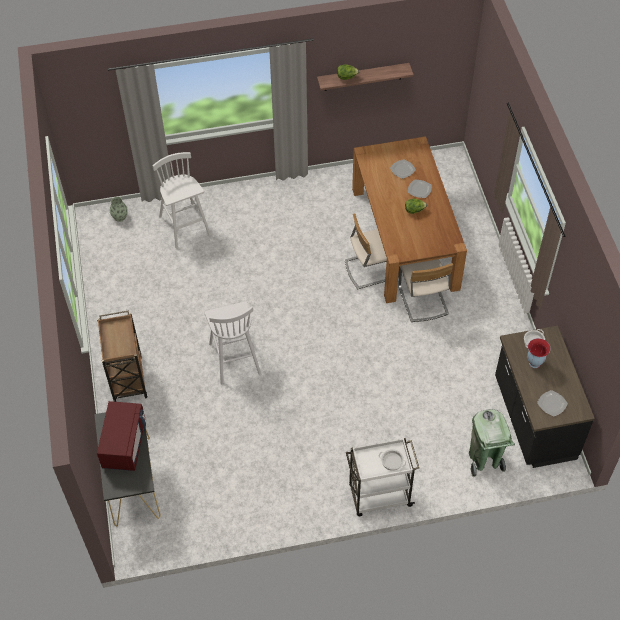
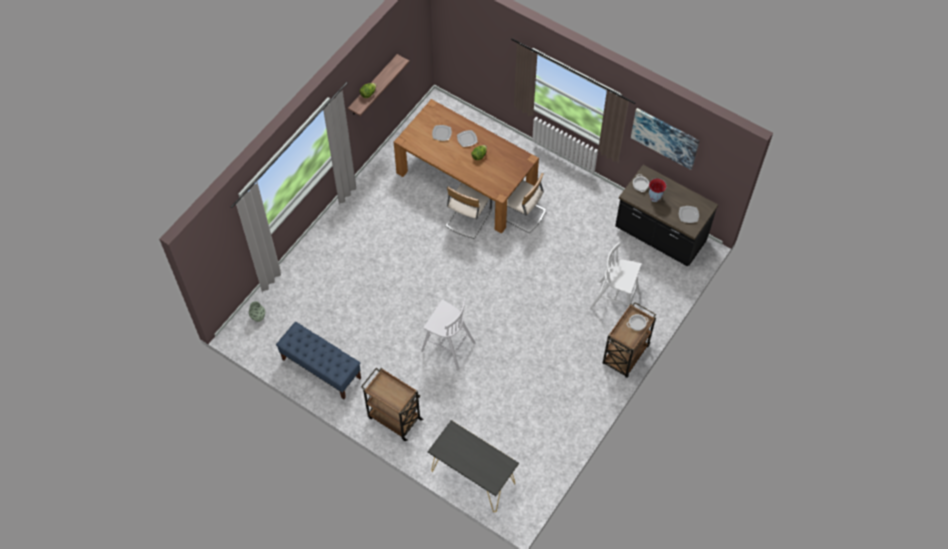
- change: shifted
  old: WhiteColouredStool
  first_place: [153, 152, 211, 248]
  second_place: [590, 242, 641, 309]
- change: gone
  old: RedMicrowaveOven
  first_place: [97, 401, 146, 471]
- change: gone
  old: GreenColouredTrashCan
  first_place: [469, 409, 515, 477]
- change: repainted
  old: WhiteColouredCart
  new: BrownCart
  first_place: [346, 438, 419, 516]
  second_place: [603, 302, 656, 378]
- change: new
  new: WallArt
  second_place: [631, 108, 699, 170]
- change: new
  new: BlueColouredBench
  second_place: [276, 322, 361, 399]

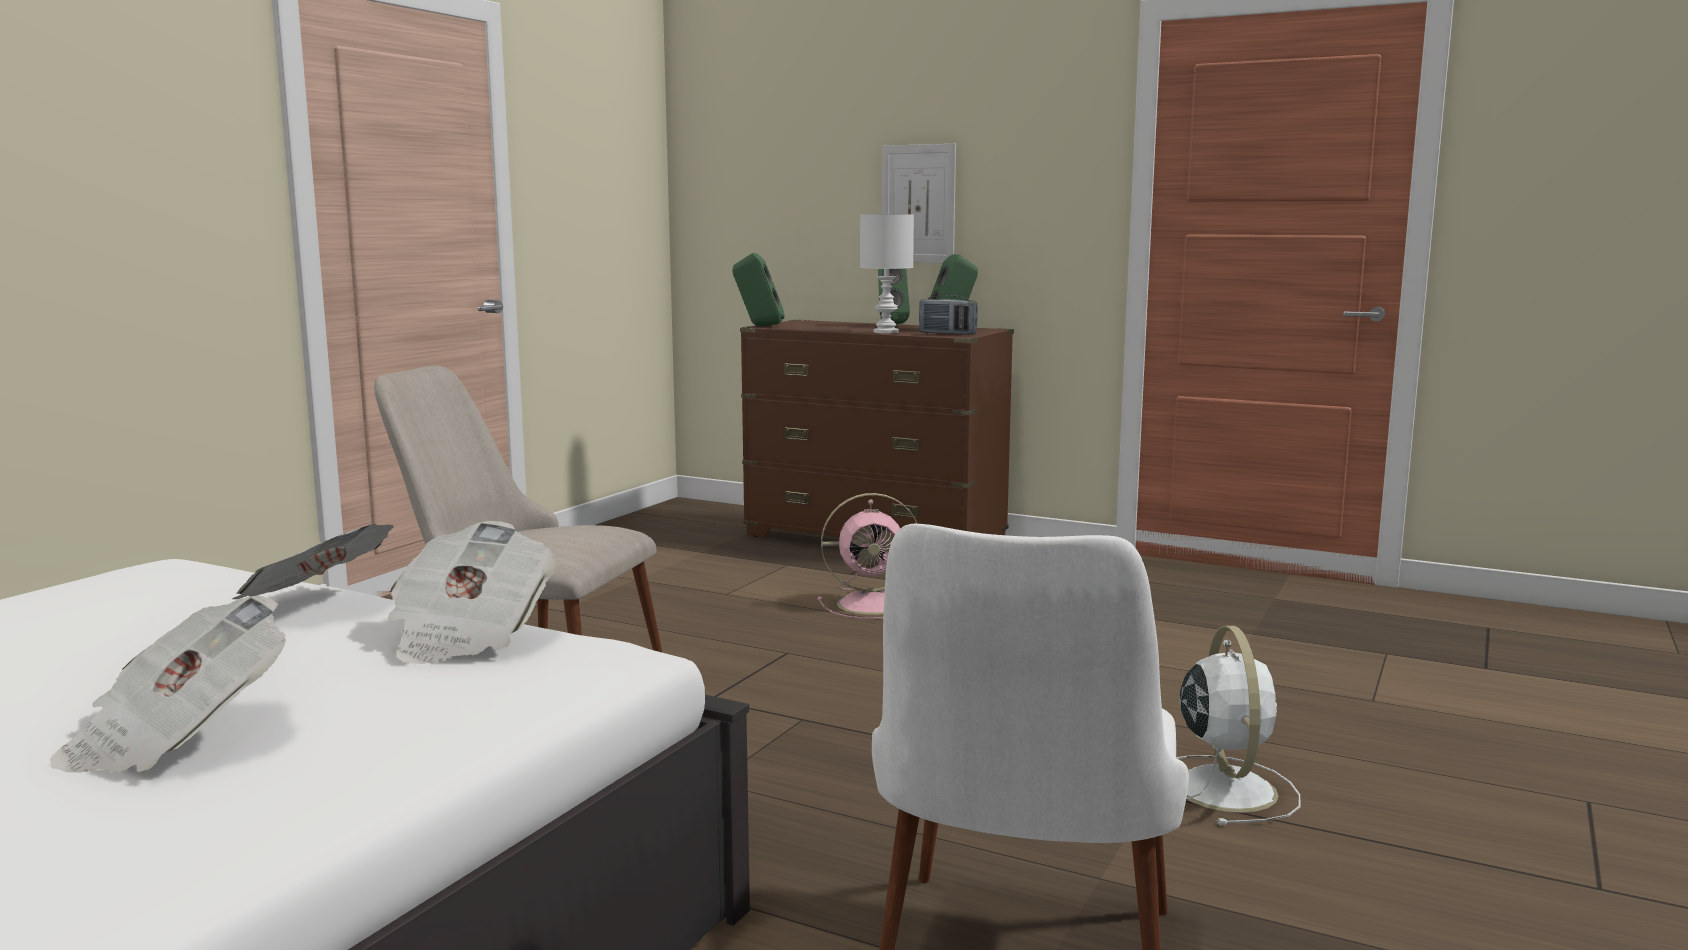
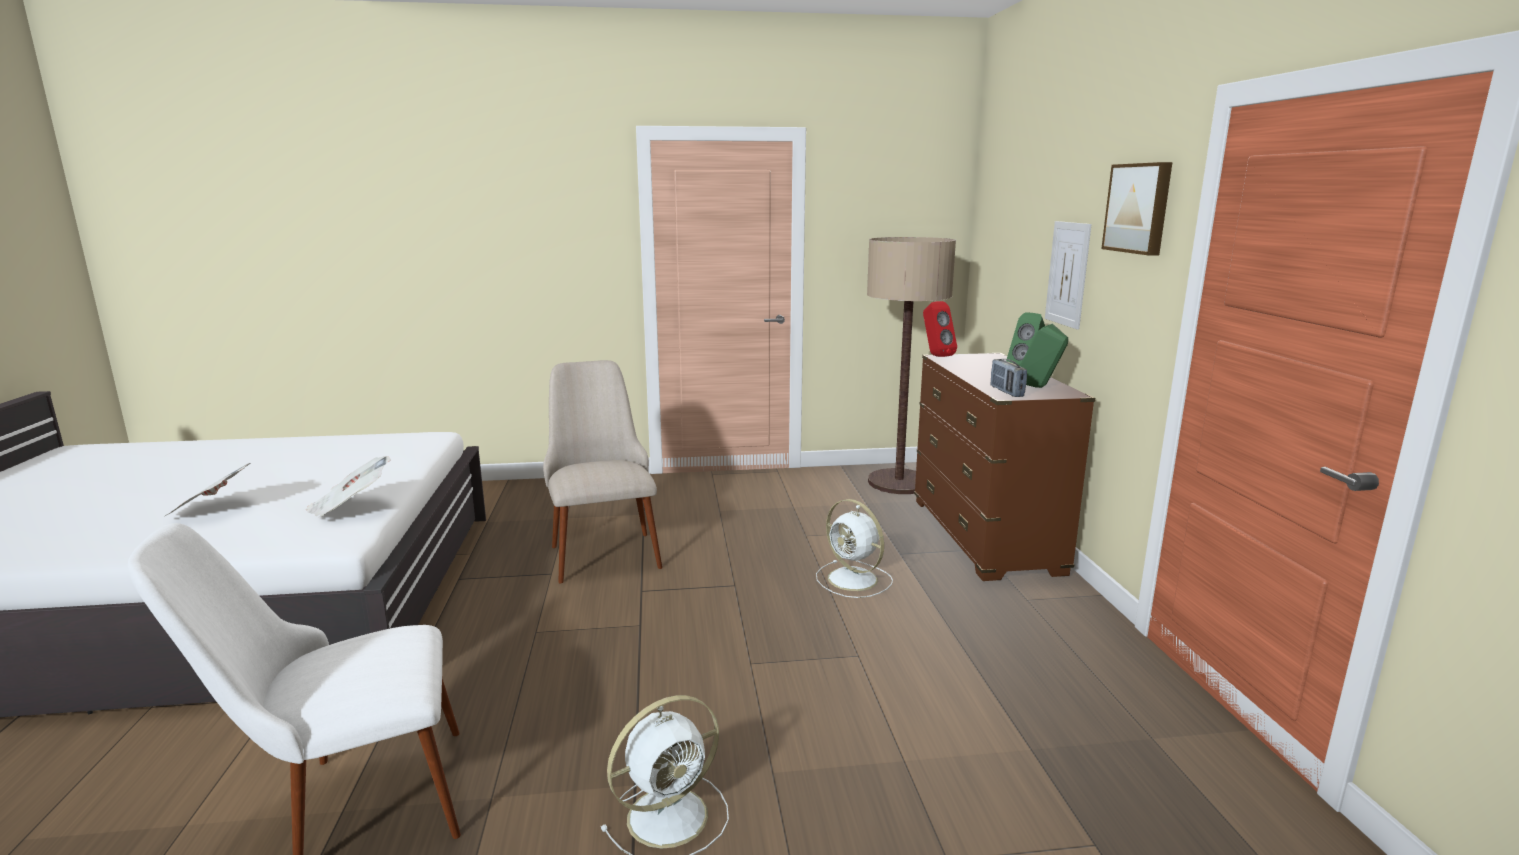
- change: gone
  old: WhiteColouredTabletopLamp
  first_place: [860, 214, 914, 333]
- change: repainted
  old: GreenColouredSpeaker
  new: RedSpeaker
  first_place: [733, 253, 784, 327]
  second_place: [923, 301, 957, 357]
- change: repainted
  old: PinkElectricFan
  new: WhiteColouredElectricFan
  first_place: [818, 493, 918, 619]
  second_place: [816, 499, 893, 598]
- change: gone
  old: Newspaper
  first_place: [232, 524, 394, 599]
- change: new
  new: WallArt
  second_place: [1101, 162, 1172, 256]
- change: new
  new: FloorLamp
  second_place: [867, 237, 956, 494]

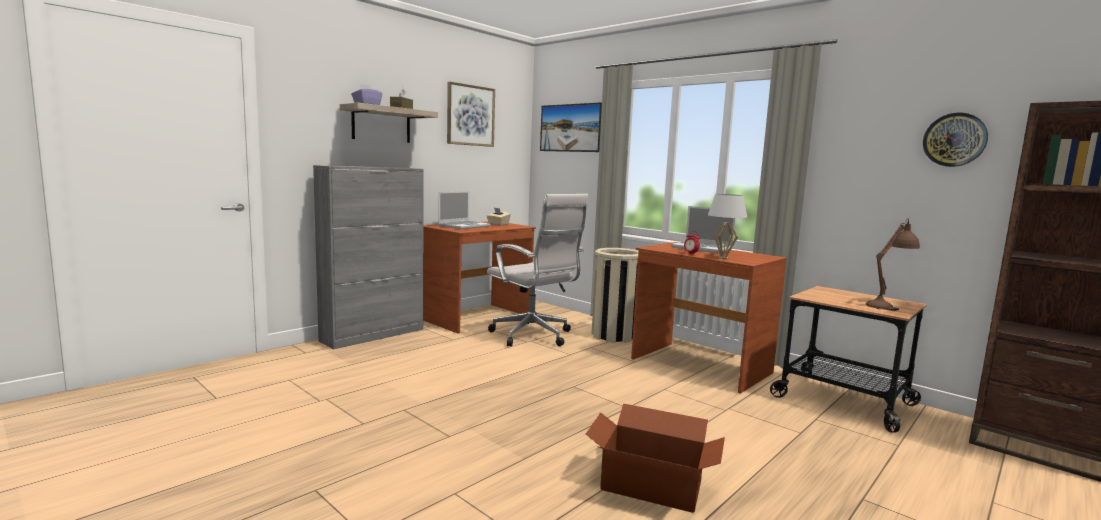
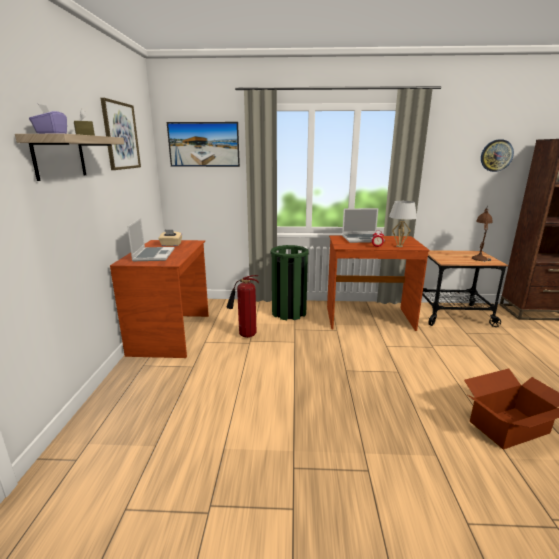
- change: gone
  old: GreyCabinet
  first_place: [313, 165, 424, 349]
- change: swapped
  old: WhiteColouredDeskChair
  new: FireFightingCylinder
  first_place: [487, 194, 589, 347]
  second_place: [226, 275, 259, 338]
- change: repainted
  old: BeigeColouredTrashCan
  new: GreenColouredTrashCan
  first_place: [592, 248, 639, 343]
  second_place: [270, 245, 308, 320]

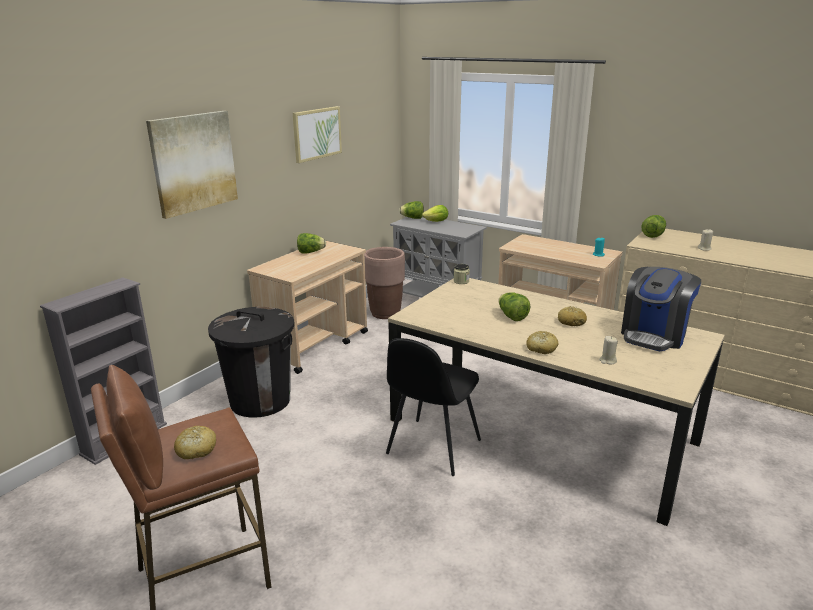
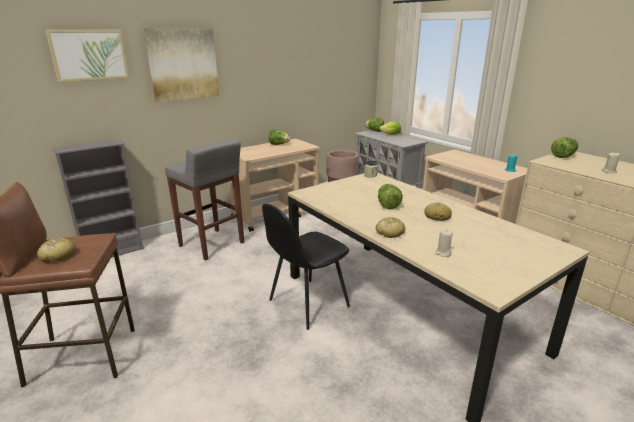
- change: shifted
  old: WallArt
  first_place: [293, 106, 342, 163]
  second_place: [45, 30, 129, 82]
- change: gone
  old: CoffeeMachine
  first_place: [621, 267, 701, 351]
- change: swapped
  old: BlackColouredTrashCan
  new: GreyStool
  first_place: [208, 307, 294, 418]
  second_place: [165, 139, 244, 260]

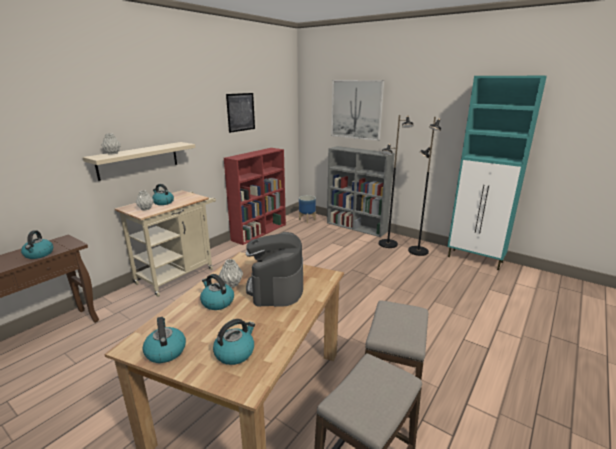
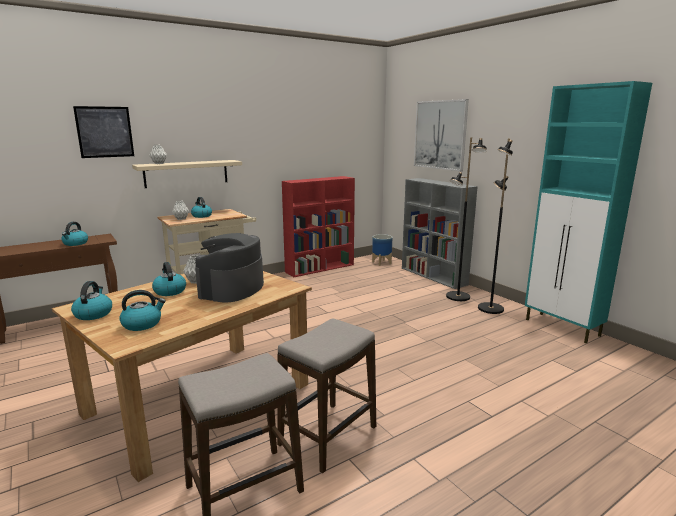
- change: shifted
  old: WallArt
  first_place: [226, 93, 255, 133]
  second_place: [73, 106, 134, 158]

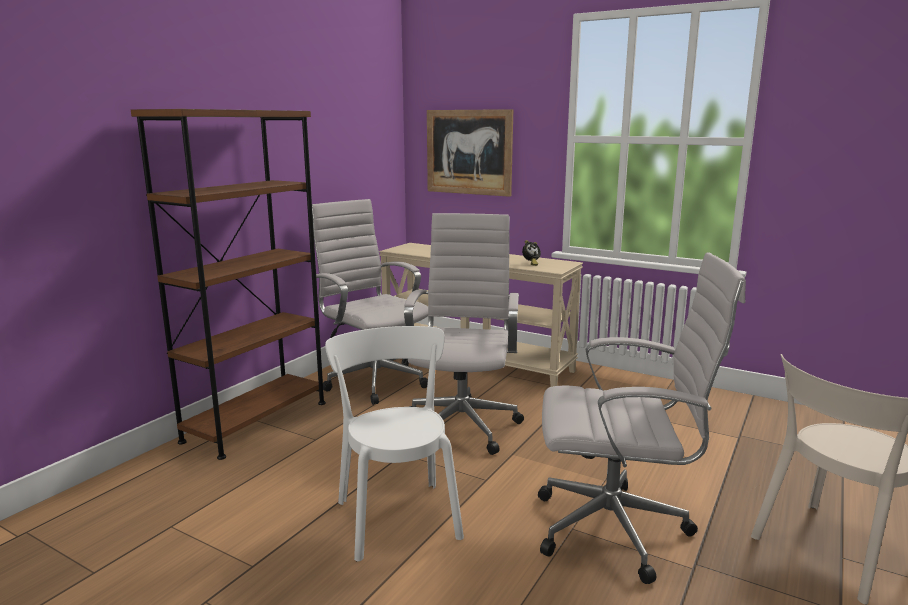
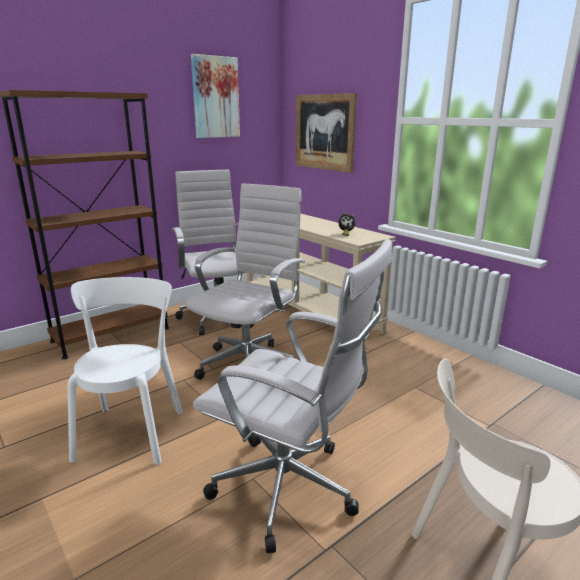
- change: new
  new: WallArt
  second_place: [191, 54, 240, 138]

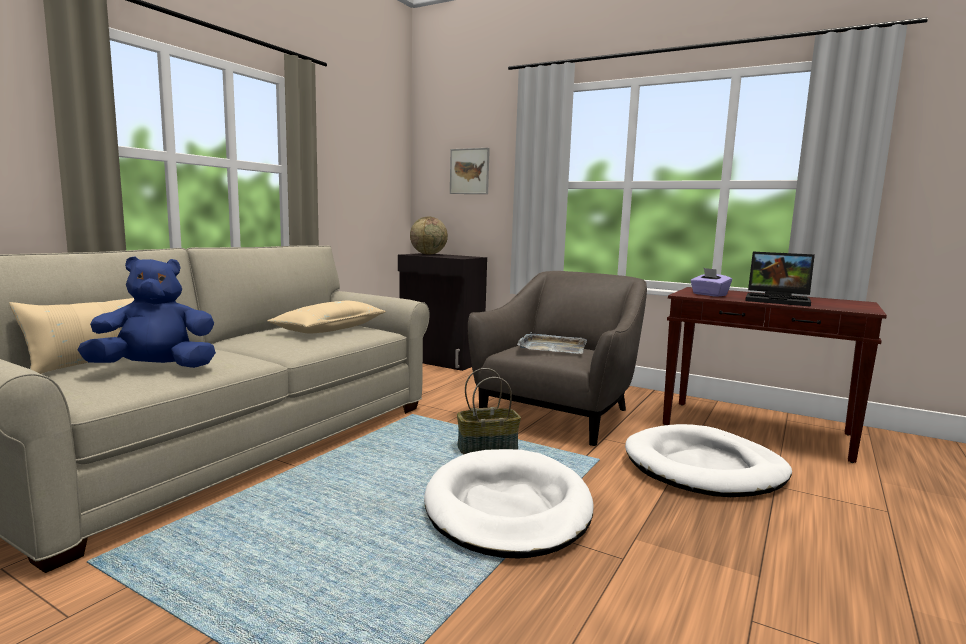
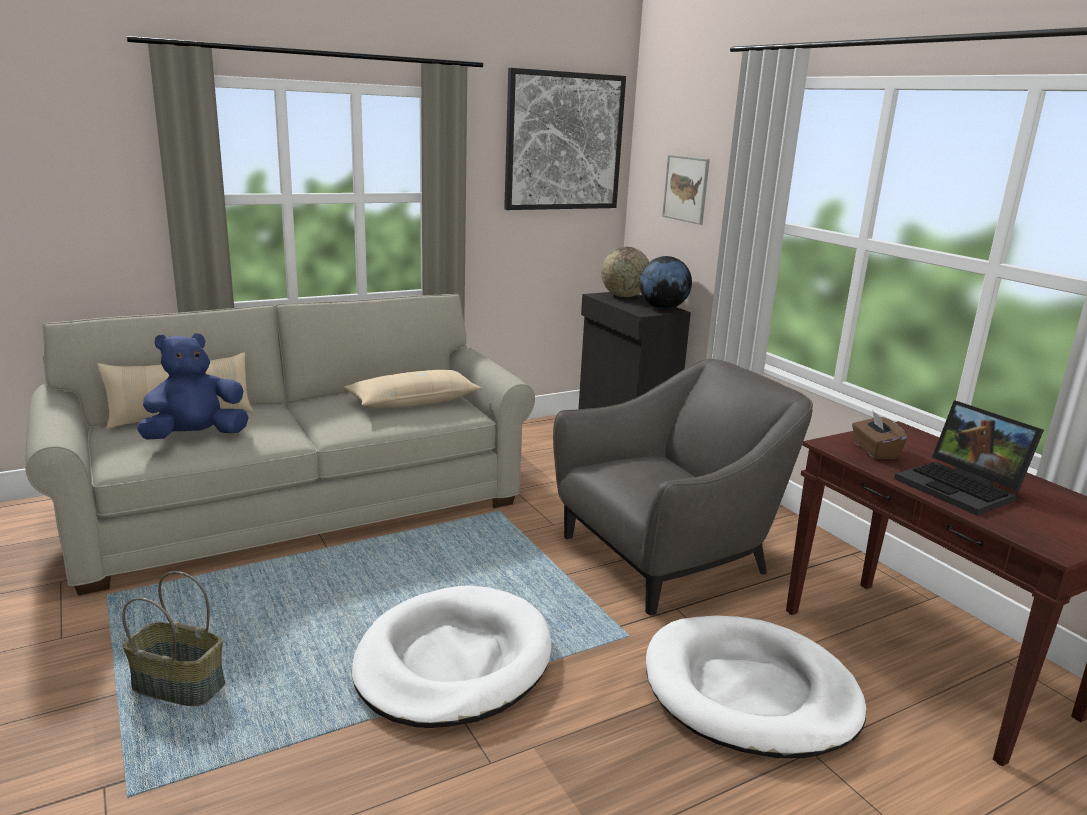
- change: rotated
  old: BlueColouredPlushToy
  first_place: [77, 256, 216, 368]
  second_place: [136, 333, 249, 440]
  degrees: -45
- change: repainted
  old: PurpleColouredBoxOfTissues
  new: BrownBoxOfTissues
  first_place: [691, 268, 732, 297]
  second_place: [852, 410, 908, 459]
- change: gone
  old: GreyCarryingTray
  first_place: [517, 332, 587, 354]
- change: shifted
  old: HouseholdBasket
  first_place: [457, 368, 521, 454]
  second_place: [122, 571, 225, 707]
- change: new
  new: WallArt
  second_place: [504, 68, 626, 210]
- change: new
  new: WorldGlobe
  second_place: [639, 256, 692, 309]

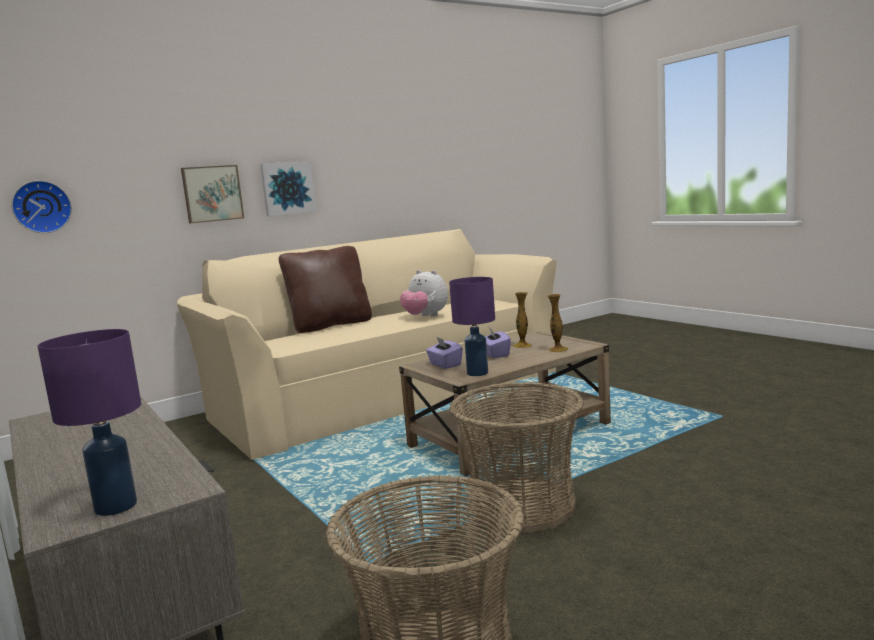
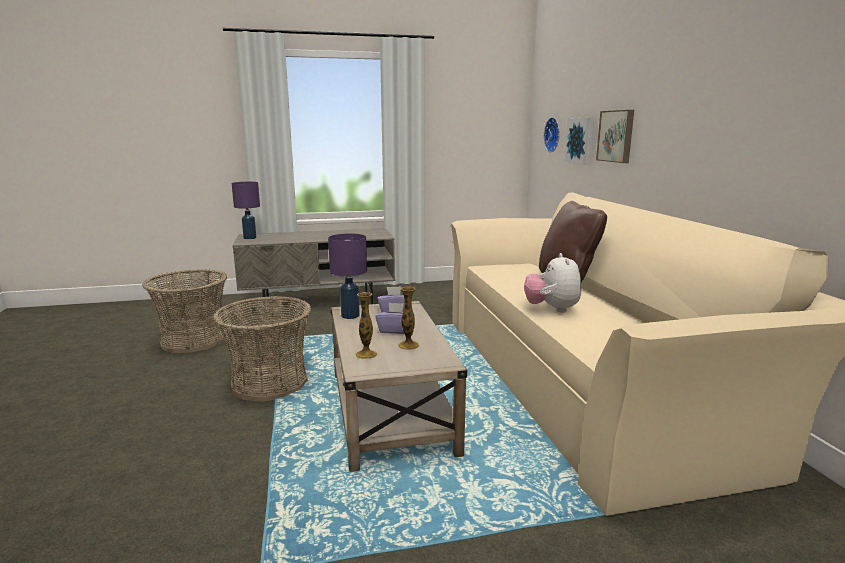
- change: shifted
  old: WallArt
  first_place: [260, 161, 316, 216]
  second_place: [564, 117, 595, 165]
- change: rotated
  old: PlushToy
  first_place: [400, 270, 448, 317]
  second_place: [524, 253, 581, 313]
  degrees: -60

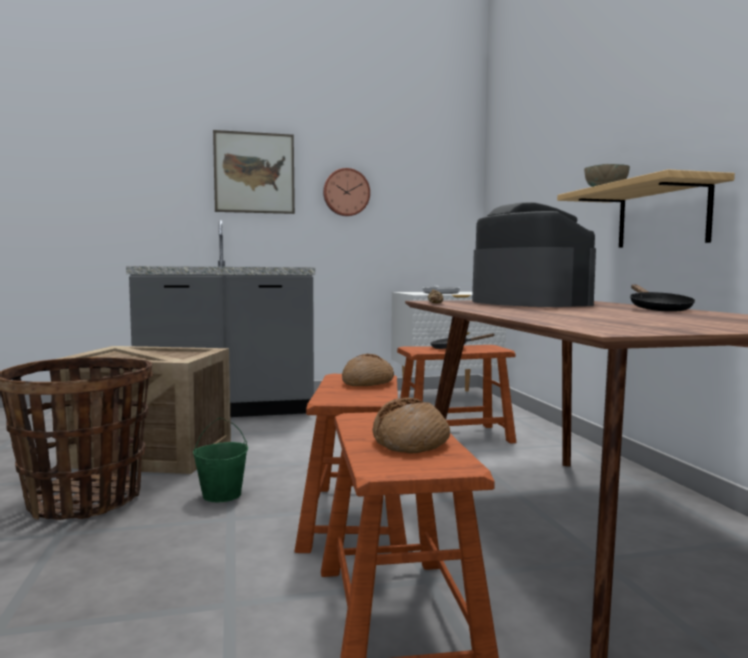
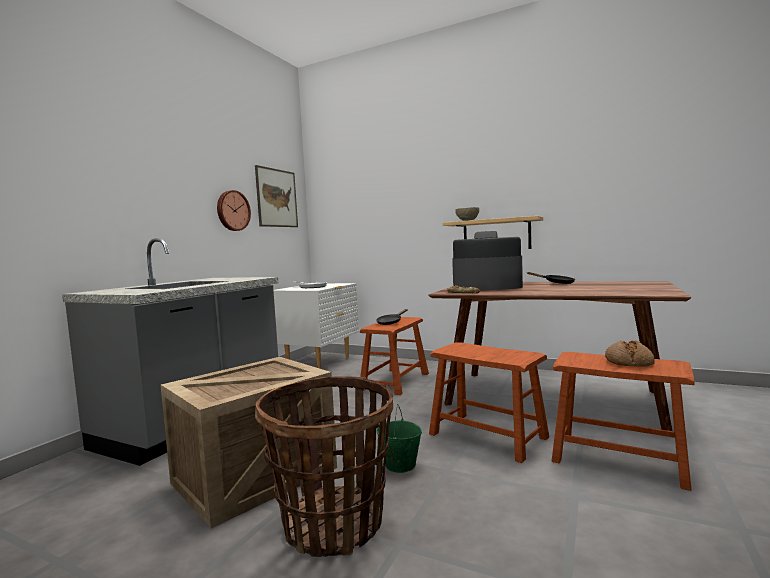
- change: shifted
  old: WallArt
  first_place: [213, 130, 295, 214]
  second_place: [255, 165, 298, 227]
- change: gone
  old: Bread
  first_place: [342, 354, 394, 386]

